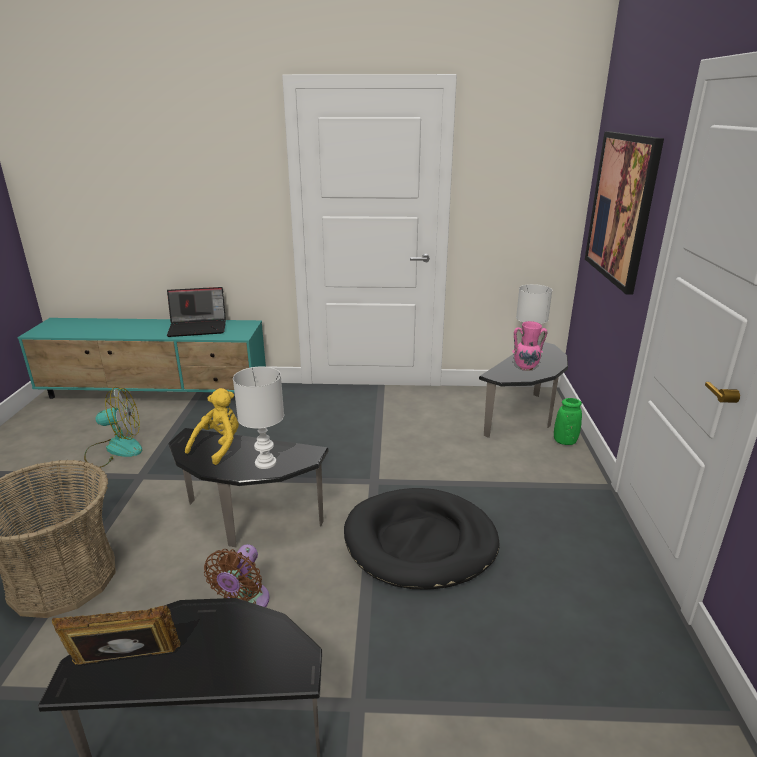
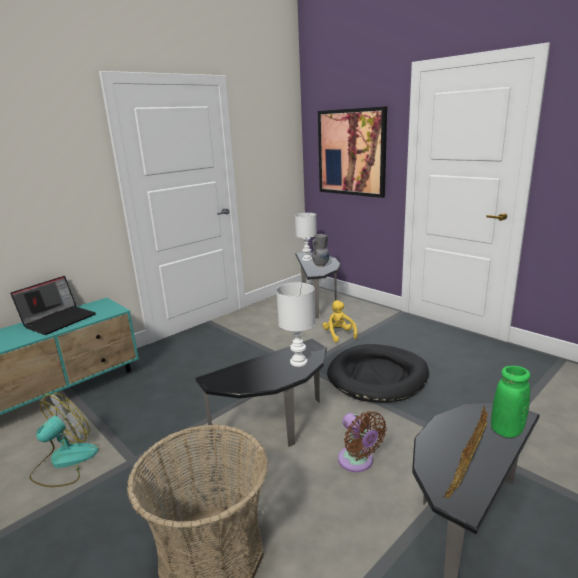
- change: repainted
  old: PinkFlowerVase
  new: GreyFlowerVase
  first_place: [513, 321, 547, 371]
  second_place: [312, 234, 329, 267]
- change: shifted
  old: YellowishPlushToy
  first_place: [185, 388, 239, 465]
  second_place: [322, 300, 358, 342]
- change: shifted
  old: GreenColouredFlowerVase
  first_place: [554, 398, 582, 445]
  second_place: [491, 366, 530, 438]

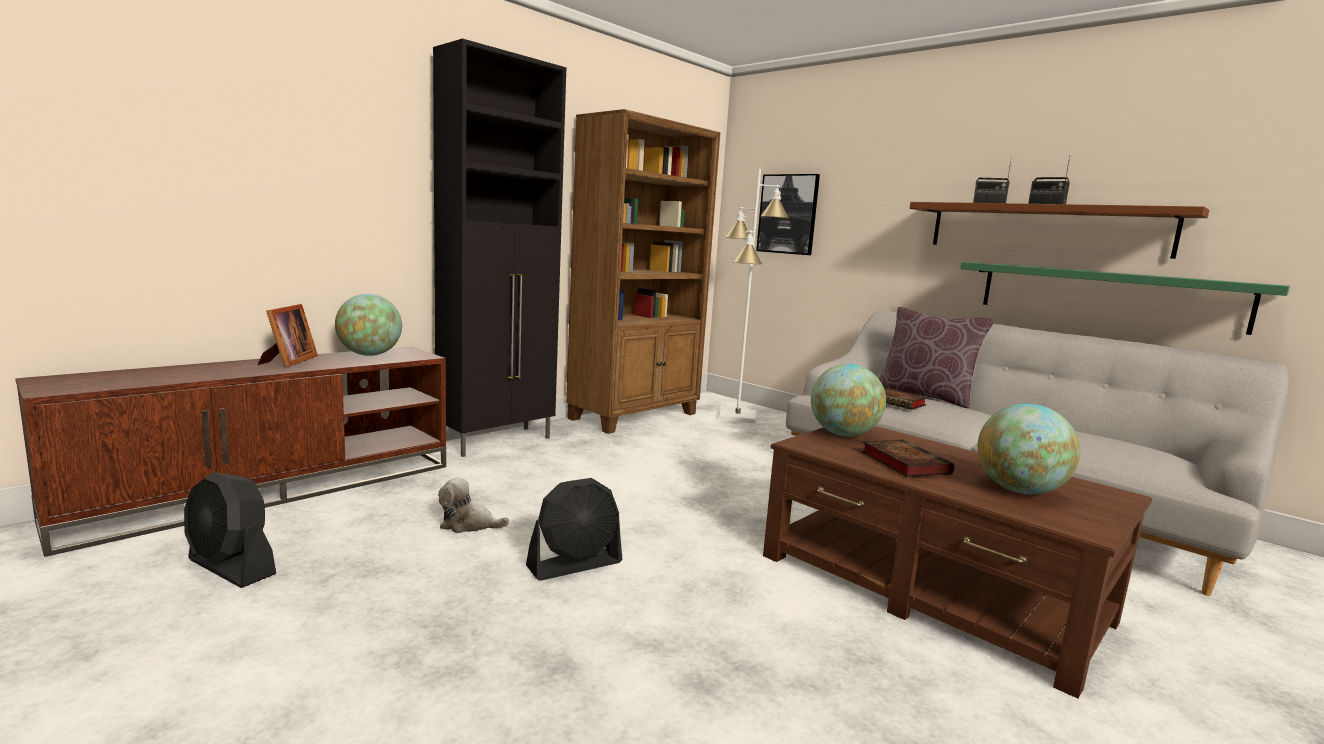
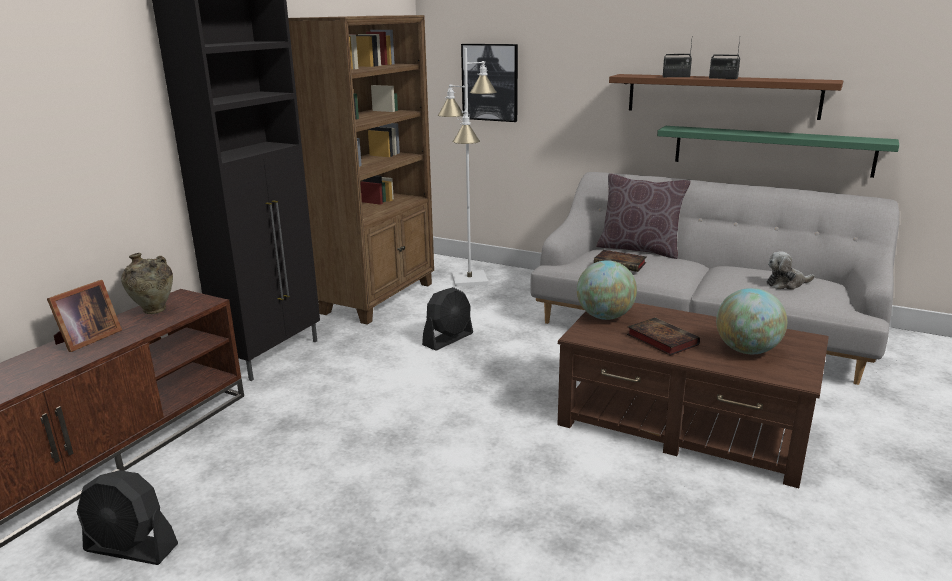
- change: swapped
  old: WorldGlobe
  new: BeigeColouredFlowerVase
  first_place: [335, 294, 402, 356]
  second_place: [121, 253, 173, 314]
- change: rotated
  old: PhotoFrame
  first_place: [258, 304, 318, 367]
  second_place: [47, 280, 122, 352]
  degrees: 45
- change: shifted
  old: PlushToy
  first_place: [438, 478, 509, 533]
  second_place: [766, 251, 815, 290]
- change: shifted
  old: BlackColouredElectricFan
  first_place: [526, 478, 622, 581]
  second_place: [422, 287, 473, 351]

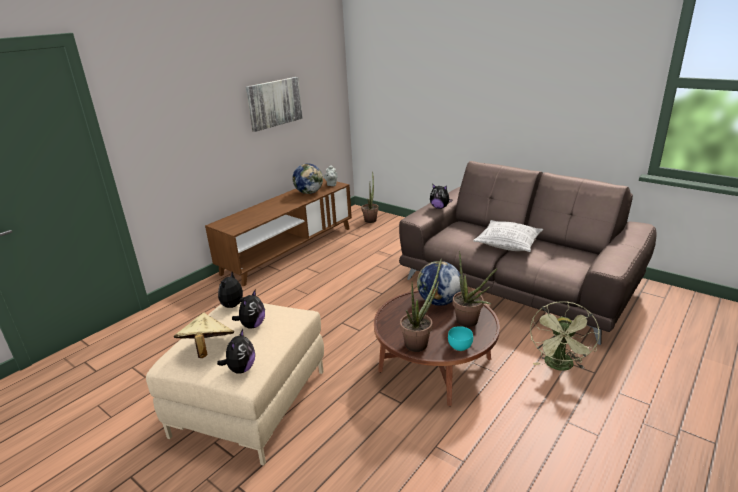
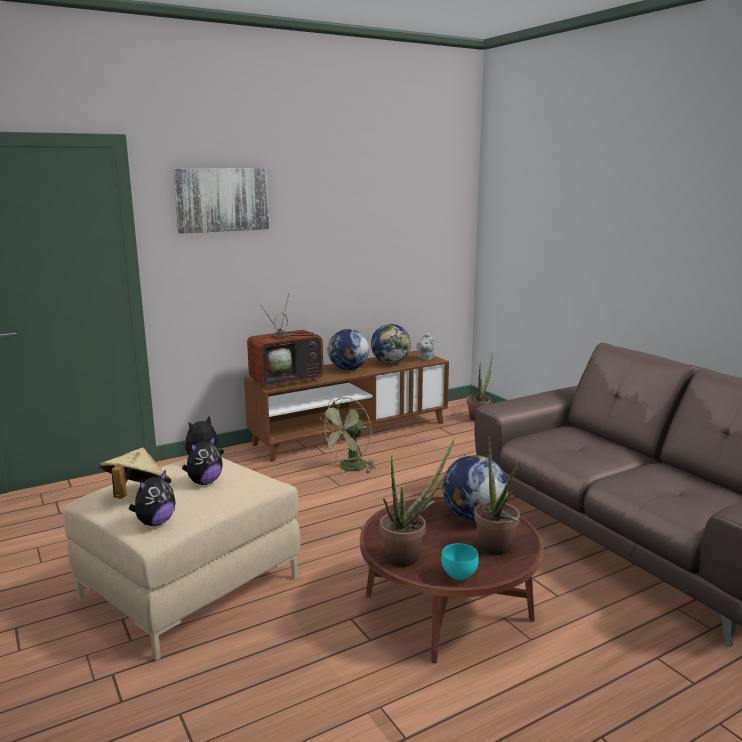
- change: shifted
  old: WallArt
  first_place: [246, 77, 303, 132]
  second_place: [173, 168, 270, 234]
- change: gone
  old: PlushToy
  first_place: [430, 184, 453, 209]
- change: gone
  old: Cushion
  first_place: [473, 220, 543, 252]
- change: shifted
  old: GreenColouredElectricFan
  first_place: [530, 301, 600, 371]
  second_place: [317, 397, 375, 474]
- change: new
  new: Tv
  second_place: [247, 293, 325, 388]
- change: new
  new: WorldGlobe
  second_place: [328, 329, 369, 370]

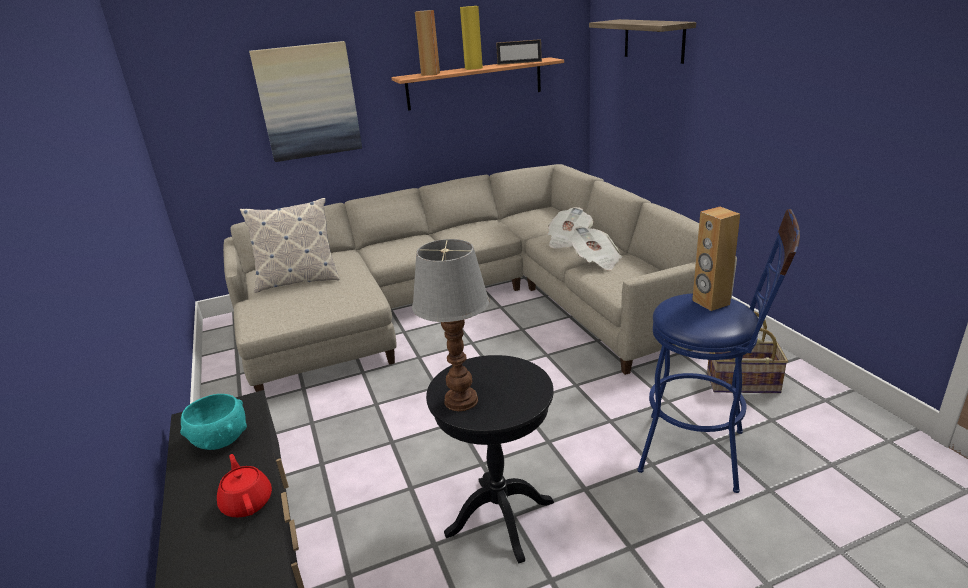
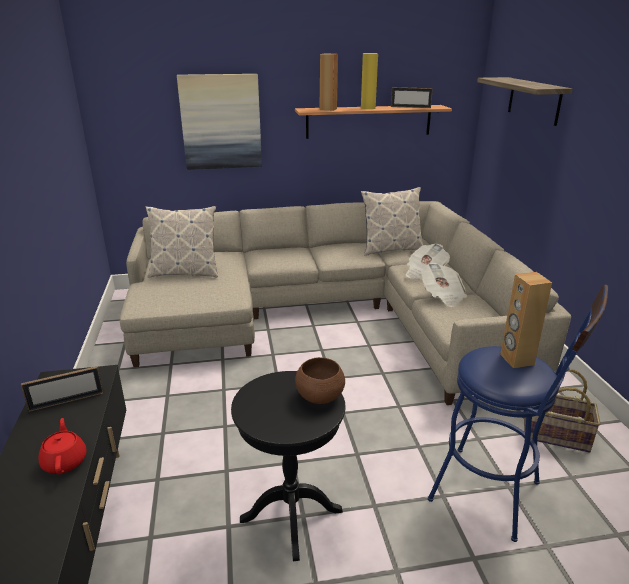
- change: gone
  old: TabletopLamp
  first_place: [412, 239, 489, 411]
- change: swapped
  old: TurquoiseColouredDeepDish
  new: PhotoFrame
  first_place: [180, 394, 247, 450]
  second_place: [21, 366, 104, 412]
- change: new
  new: Cushion
  second_place: [361, 187, 423, 256]
- change: new
  new: BrownDeepDish
  second_place: [295, 357, 345, 404]

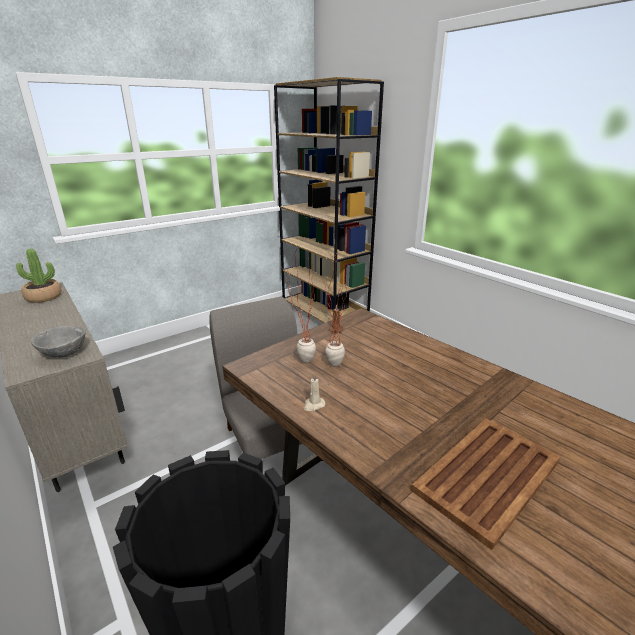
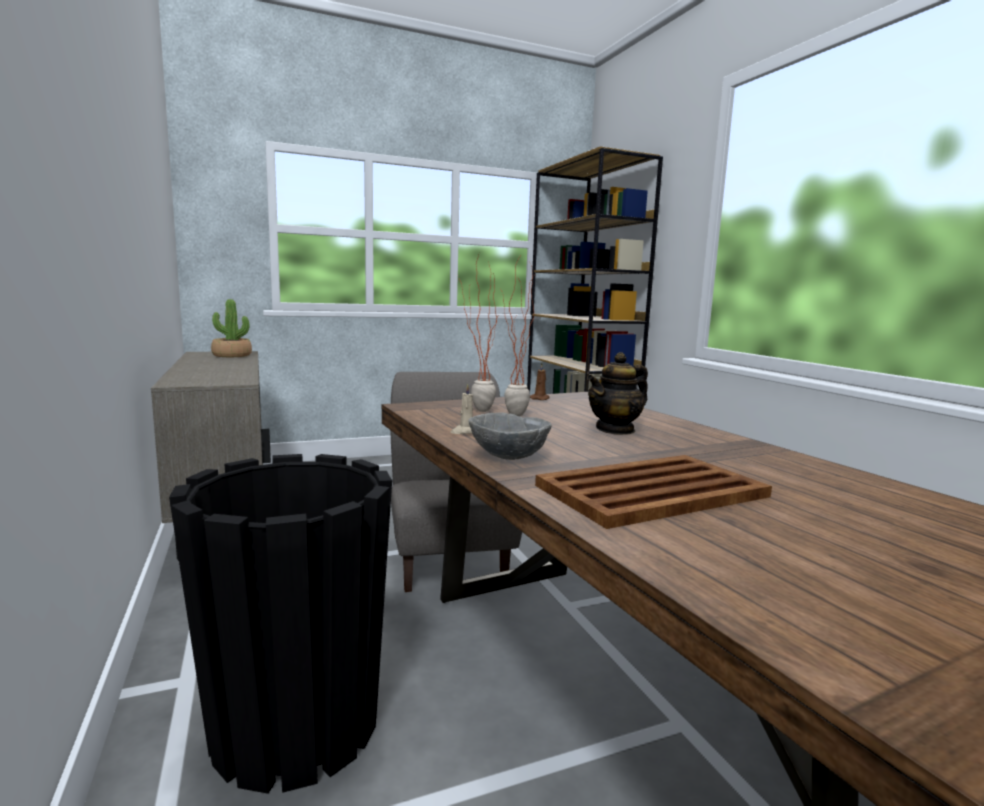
- change: shifted
  old: GreyDeepDish
  first_place: [31, 326, 86, 358]
  second_place: [469, 413, 552, 460]
- change: new
  new: TeaPot
  second_place: [587, 352, 648, 435]

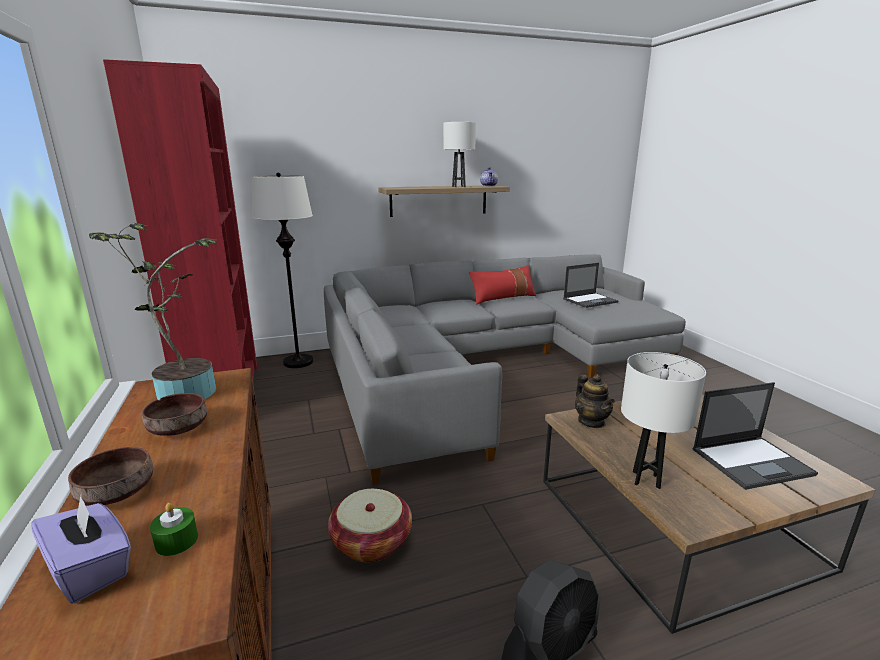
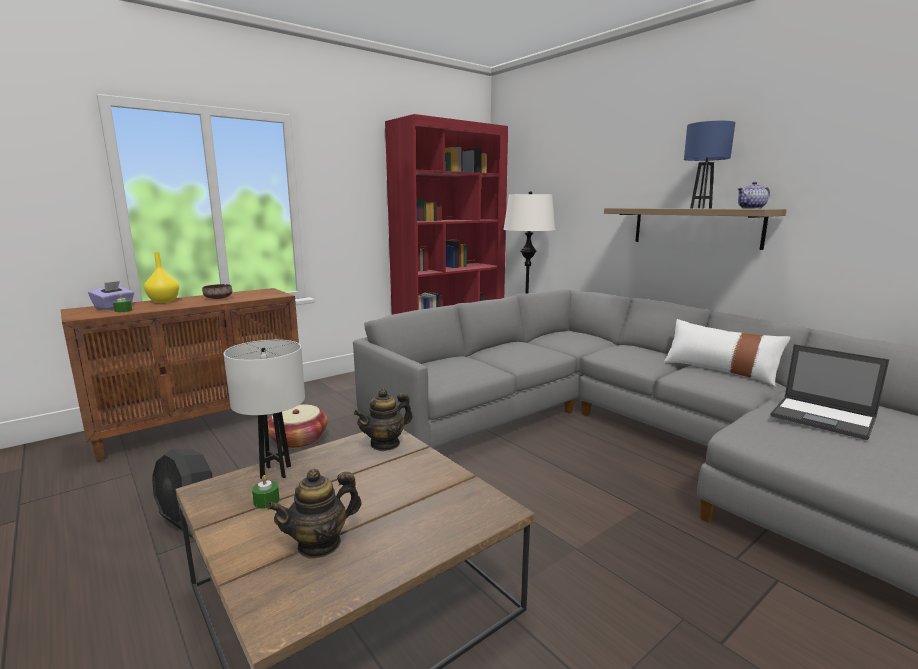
- change: repainted
  old: WhiteColouredTabletopLamp
  new: BlueColouredTabletopLamp
  first_place: [443, 122, 476, 187]
  second_place: [684, 121, 735, 208]
- change: gone
  old: Houseplant
  first_place: [89, 222, 218, 400]
- change: repainted
  old: RedCushion
  new: WhiteColouredCushion
  first_place: [469, 265, 536, 304]
  second_place: [664, 319, 791, 386]
- change: swapped
  old: NotebookComputer
  new: TeaPot
  first_place: [693, 382, 818, 490]
  second_place: [267, 469, 361, 559]
- change: swapped
  old: BrownDeepDish
  new: YellowishFlowerVase
  first_place: [68, 447, 153, 506]
  second_place: [144, 252, 179, 303]
- change: new
  new: GreenColouredWaxCandle
  second_place: [252, 475, 280, 509]

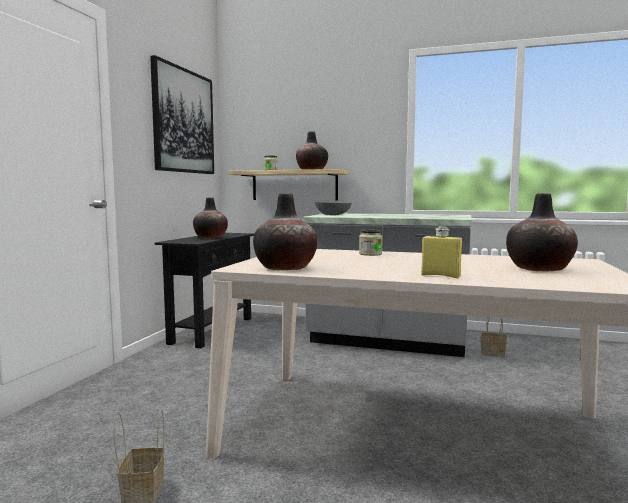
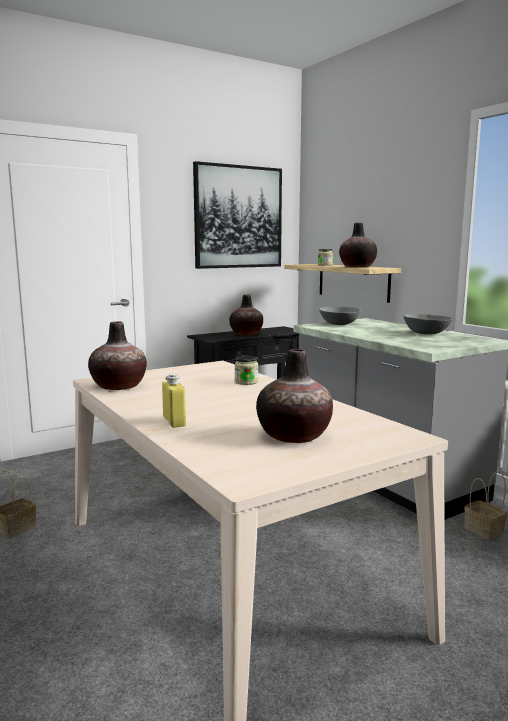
- change: new
  new: GreyDeepDish
  second_place: [403, 314, 453, 335]

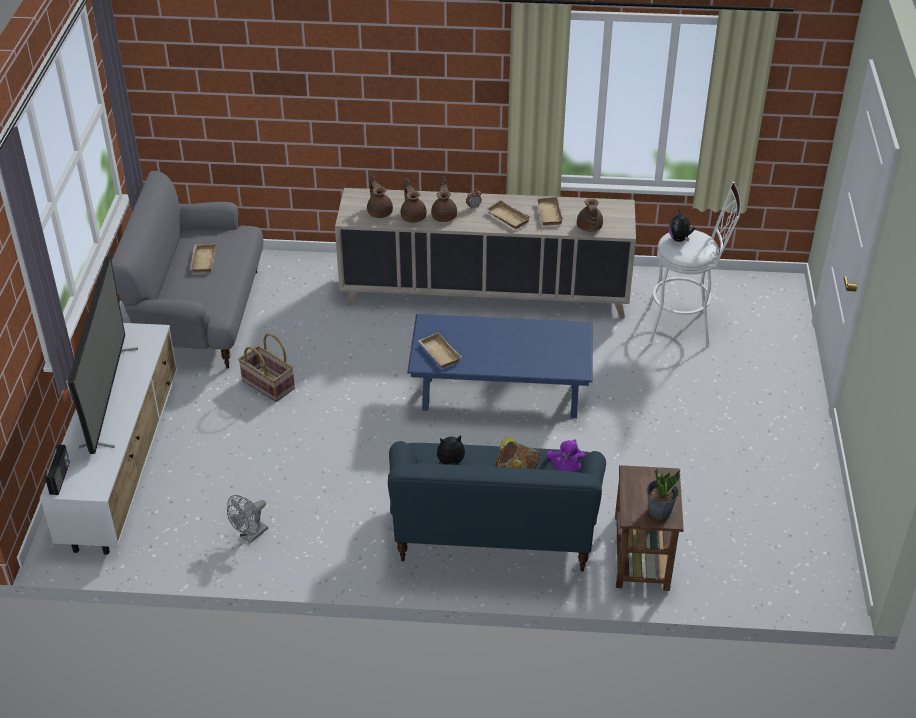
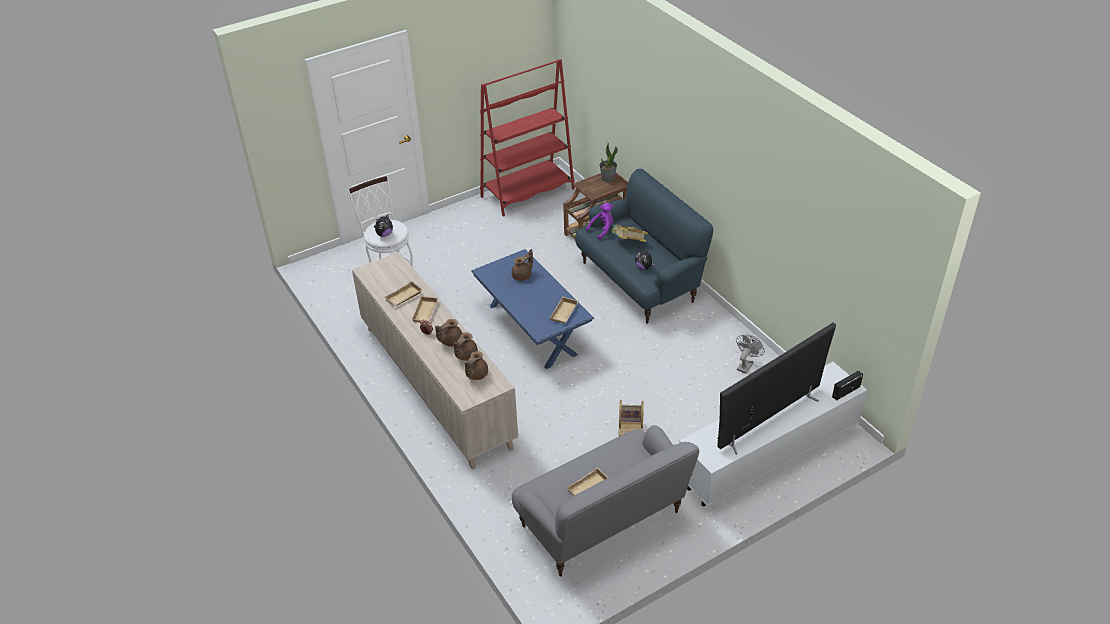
- change: shifted
  old: BrownTeaPot
  first_place: [577, 198, 603, 232]
  second_place: [512, 249, 533, 281]
- change: rotated
  old: GreyElectricFan
  first_place: [227, 495, 268, 543]
  second_place: [736, 335, 764, 374]
  degrees: -60
- change: new
  new: RedShelvingUnit
  second_place: [480, 59, 575, 217]

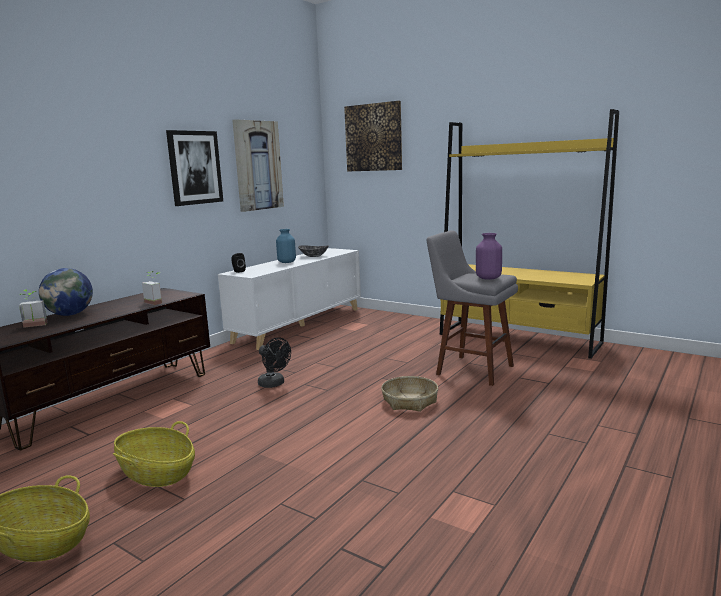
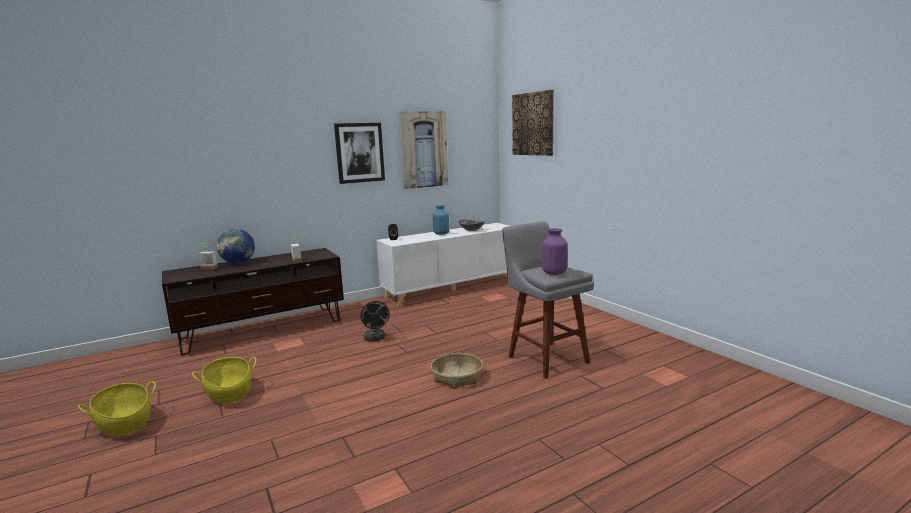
- change: gone
  old: YellowishShelvingUnit
  first_place: [440, 109, 619, 359]

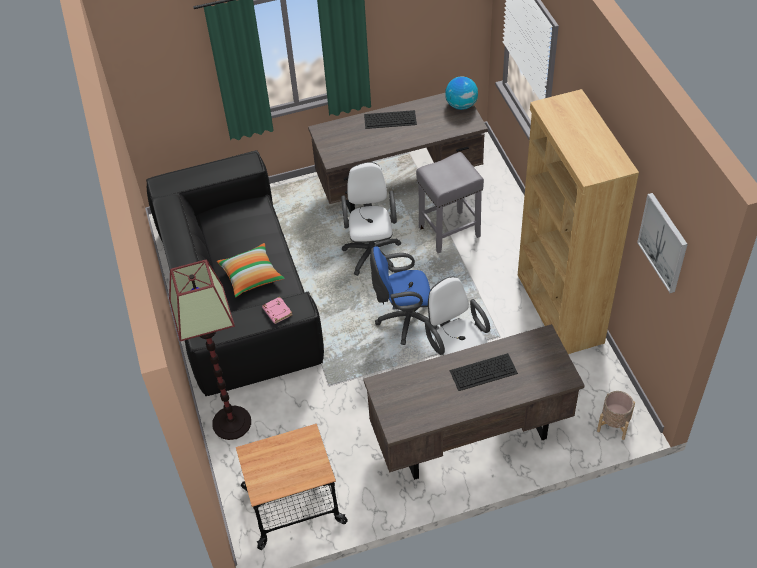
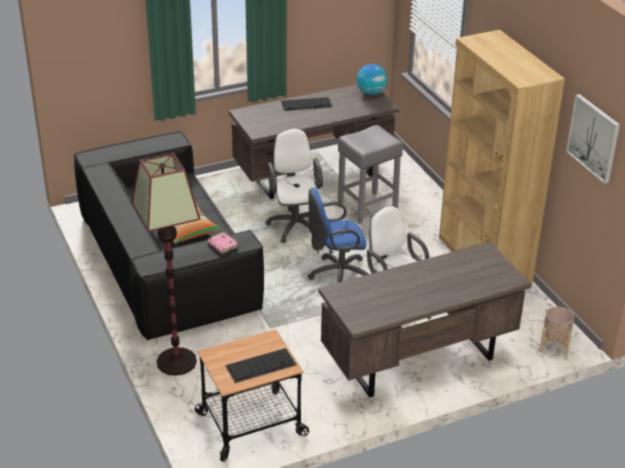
- change: shifted
  old: Keyboard
  first_place: [449, 353, 518, 391]
  second_place: [225, 348, 297, 383]

